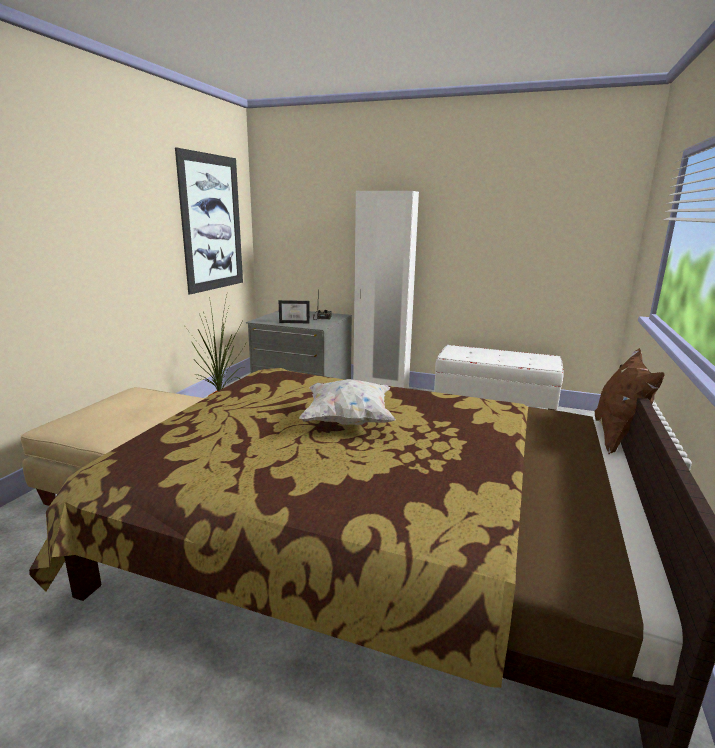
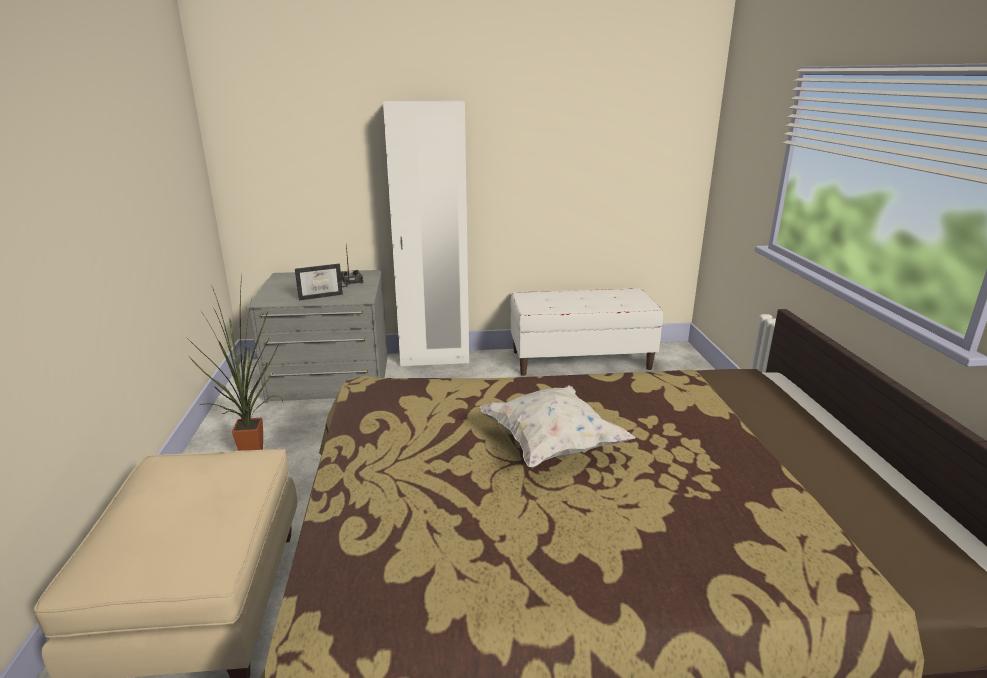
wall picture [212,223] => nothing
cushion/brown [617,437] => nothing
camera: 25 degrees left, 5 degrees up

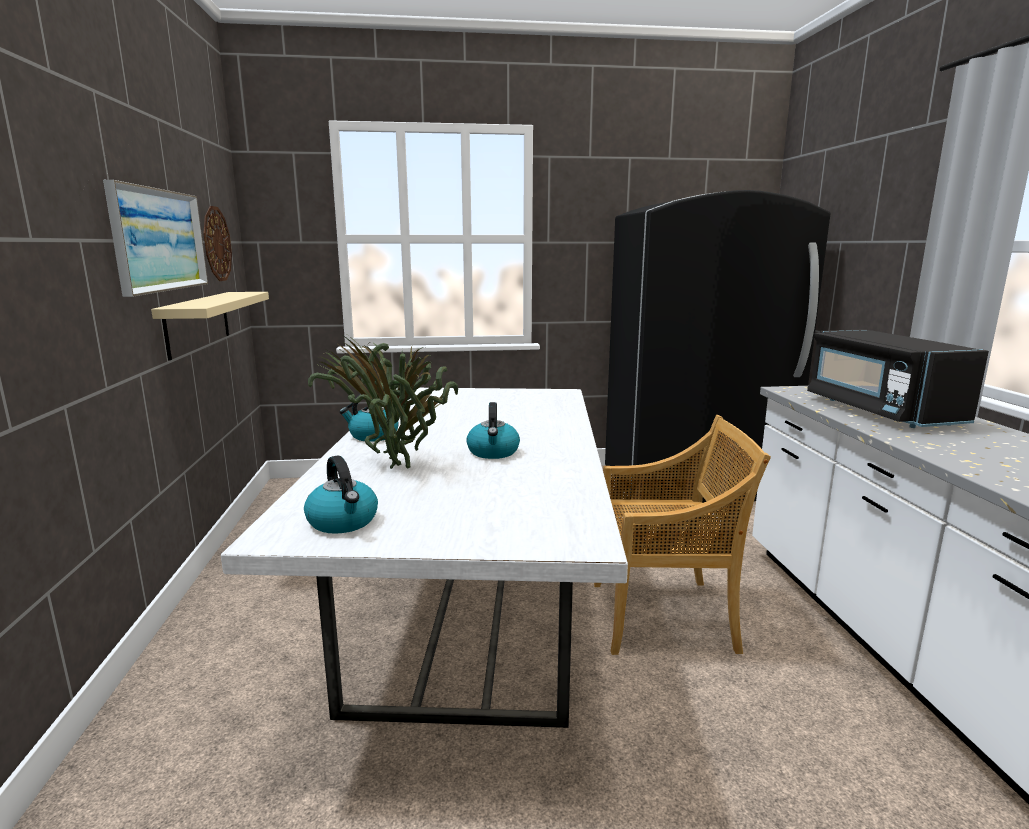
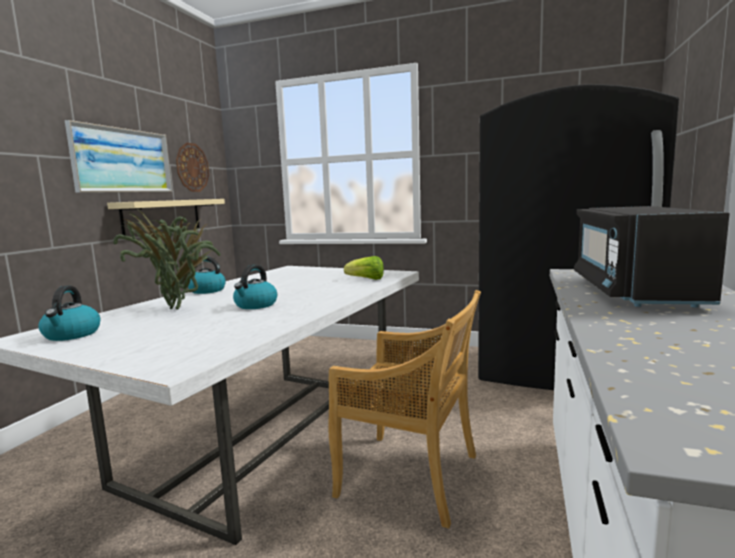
nothing => lettuce [366,279]
camera: 25 degrees right, 5 degrees down

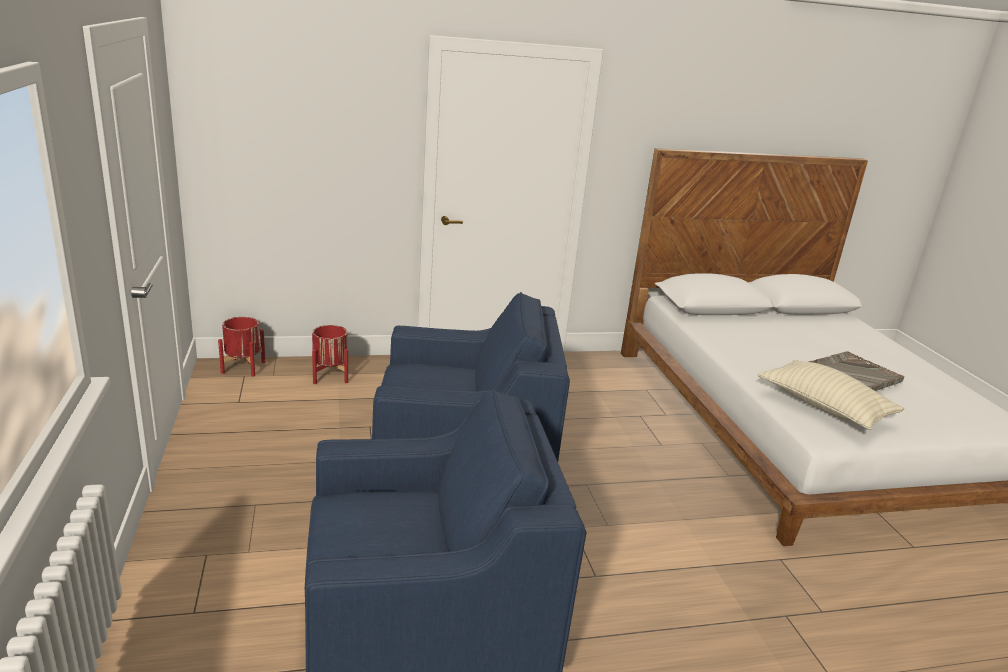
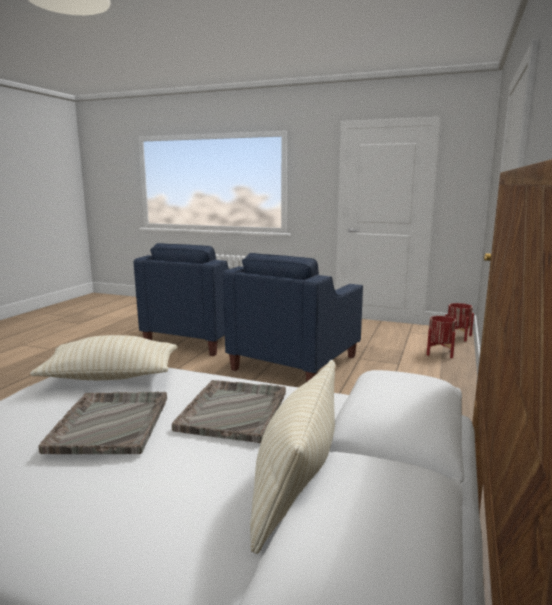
nothing => tray/grey [234,410]
nothing => cushion/sand-coloured [296,487]
camera: 125 degrees right, 10 degrees down

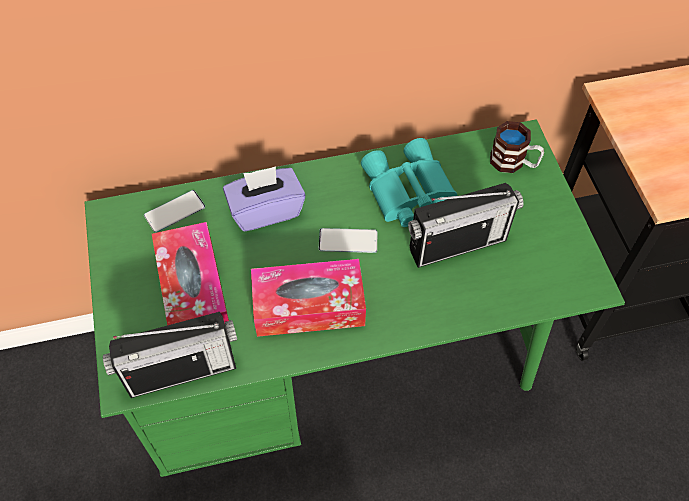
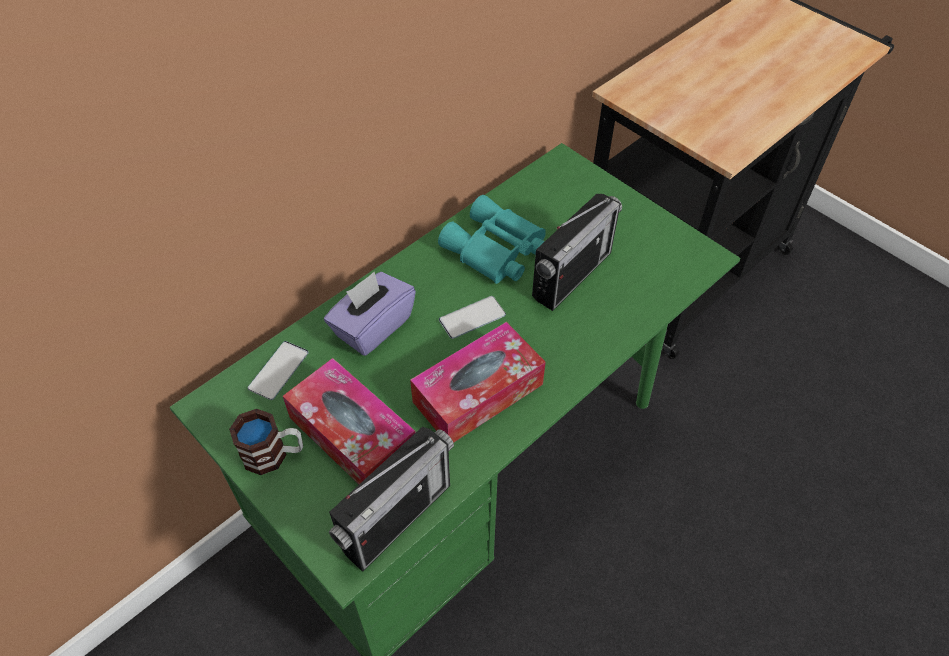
mug [513,162] => mug [274,454], relocated
camera: 30 degrees left, 5 degrees down

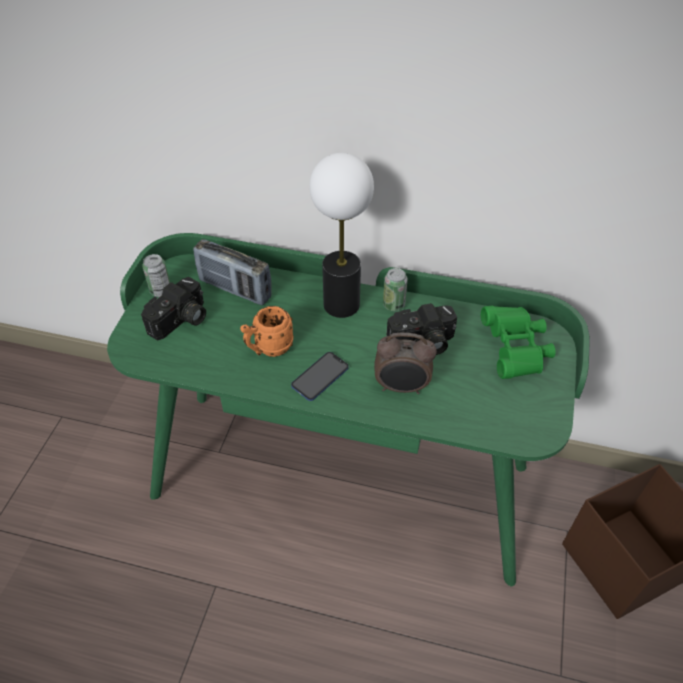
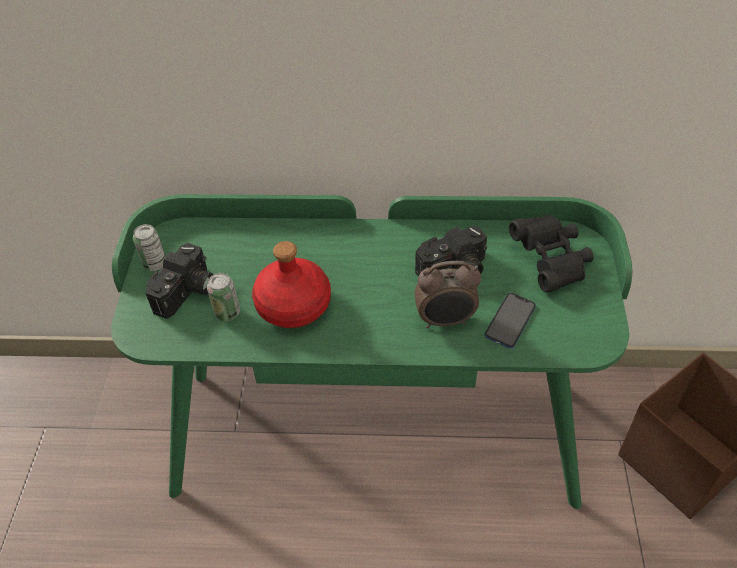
radio [235,289] => nothing
mug/orange-coloured [268,348] => drink bottle/reddish [292,305]
phone [320,377] => phone [510,321], relocated
table lamp [342,304] => nothing
metal can [393,305] => metal can [227,313], relocated
field glasses/greenish [515,351] => field glasses/black-coloured [551,262]
camera: 10 degrees left, 0 degrees up

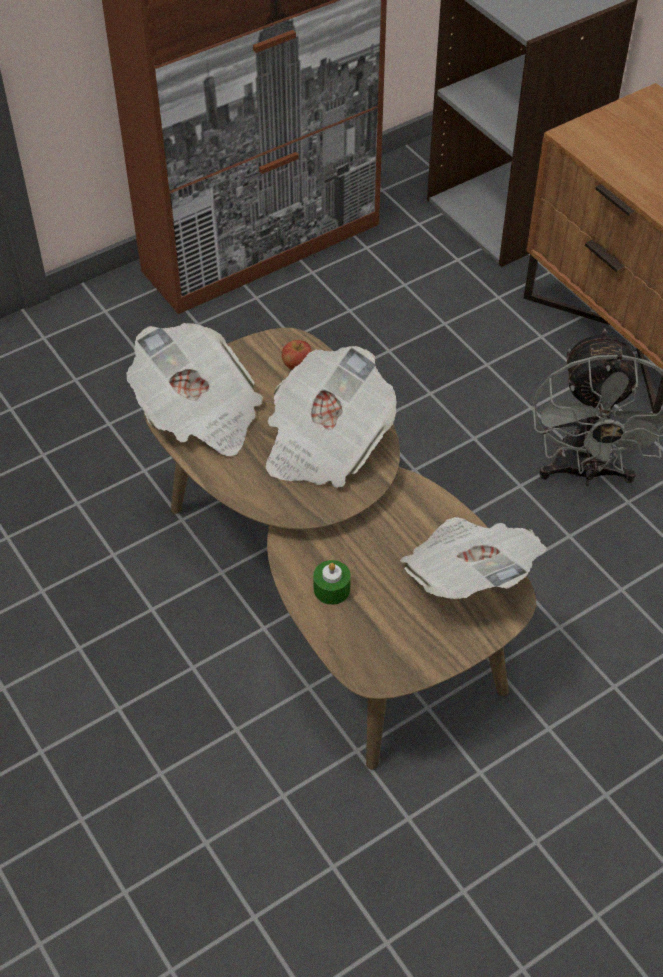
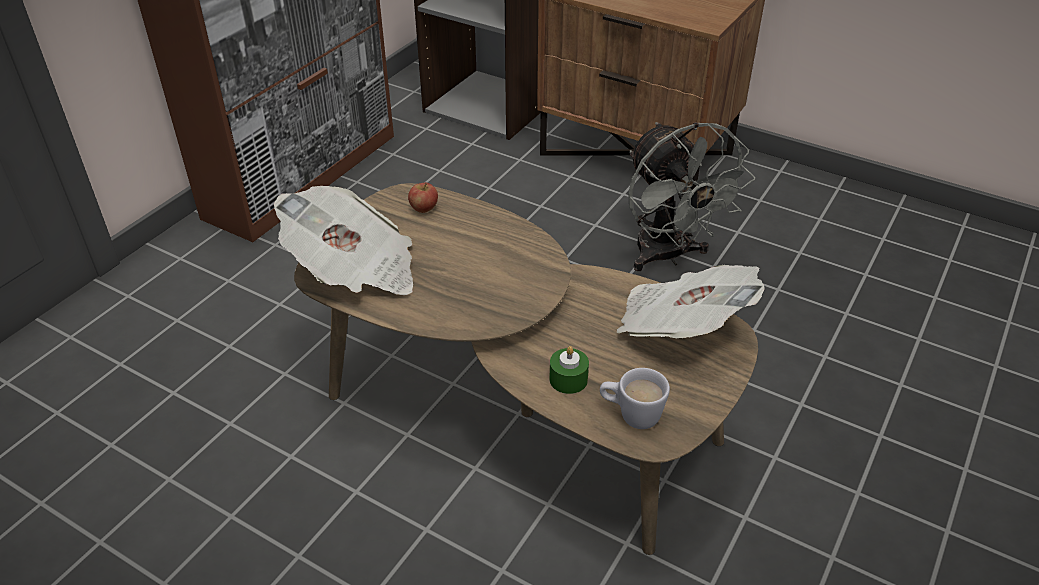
newspaper [324,443] => nothing
nothing => mug/whitish [631,415]
camera: 25 degrees left, 10 degrees down

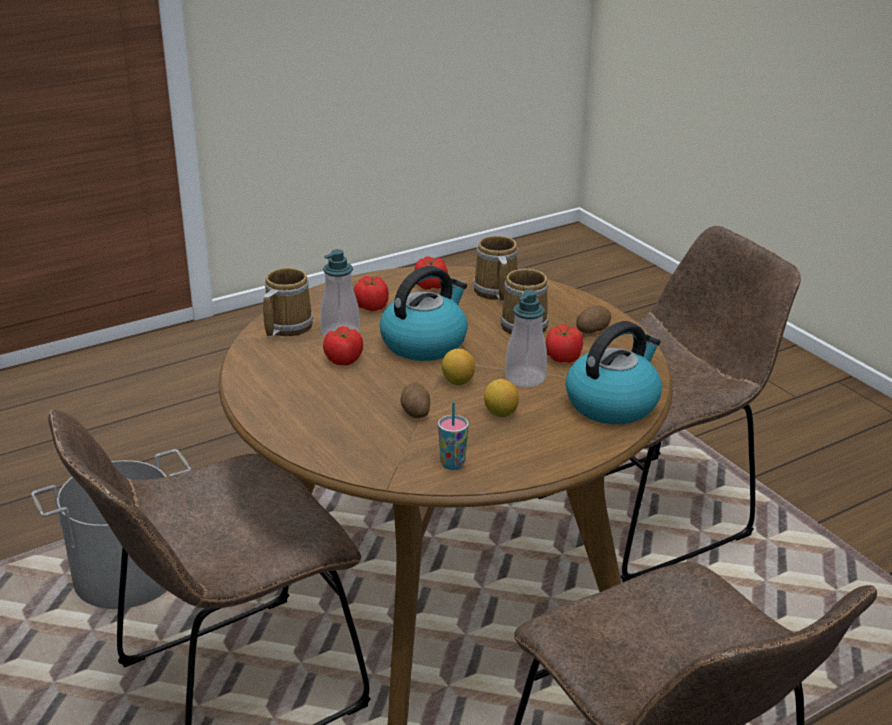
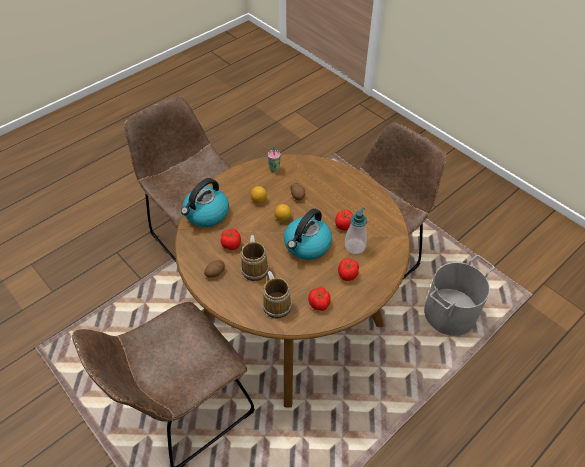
mug [285,326] => nothing
soap bottle [525,378] => nothing
camera: 170 degrees right, 20 degrees up

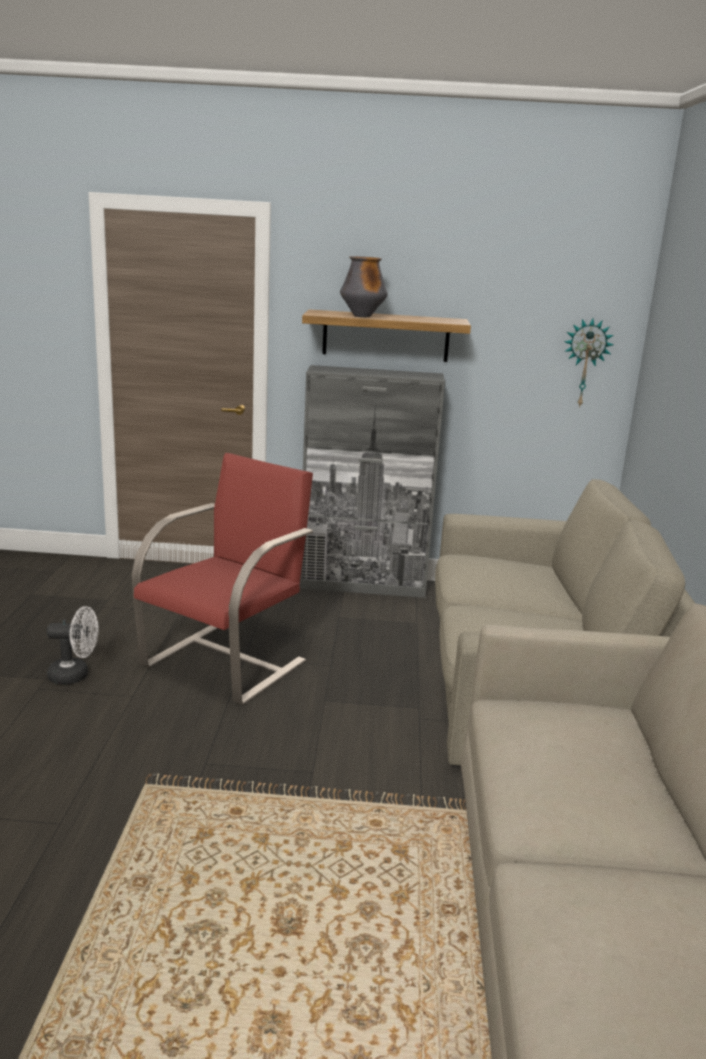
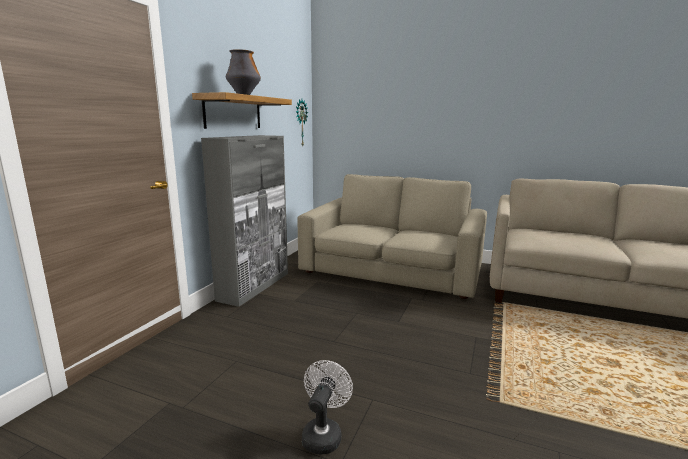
easy chair/reddish [226,663] => nothing
camera: 70 degrees left, 5 degrees down

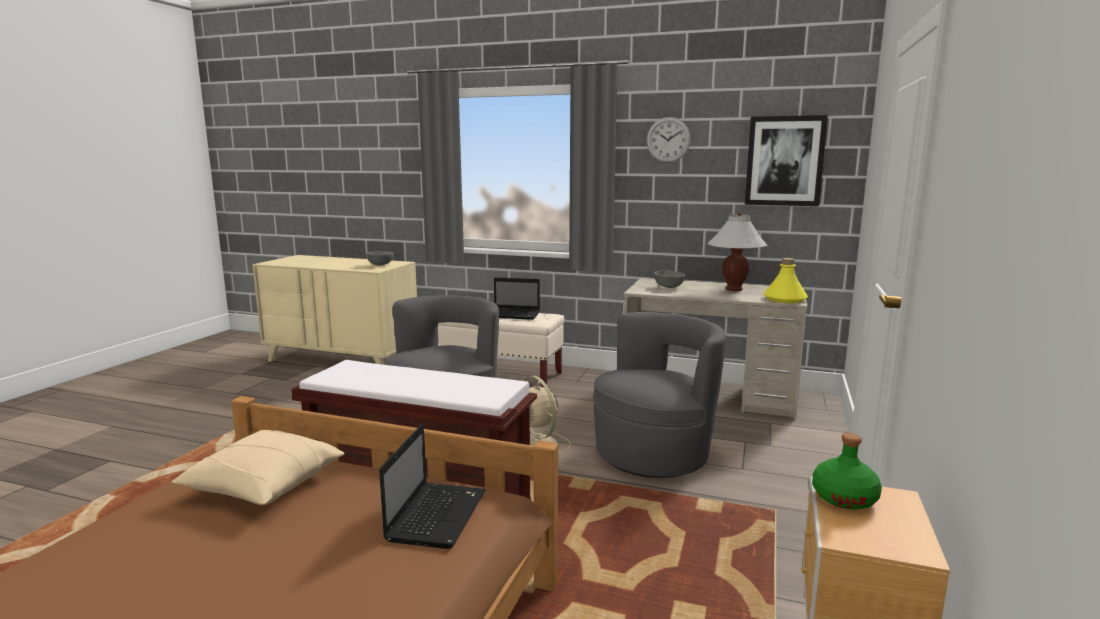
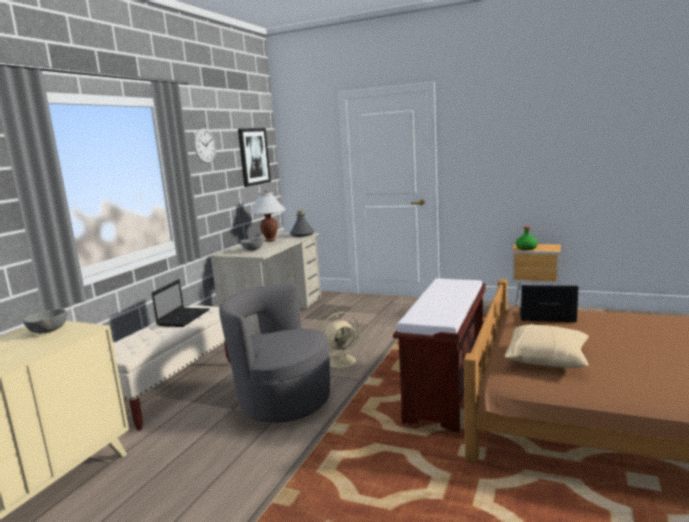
easy chair/grey [654,453] => nothing
drink bottle/yellowish [785,299] => drink bottle/grey [302,234]
camera: 85 degrees left, 0 degrees up

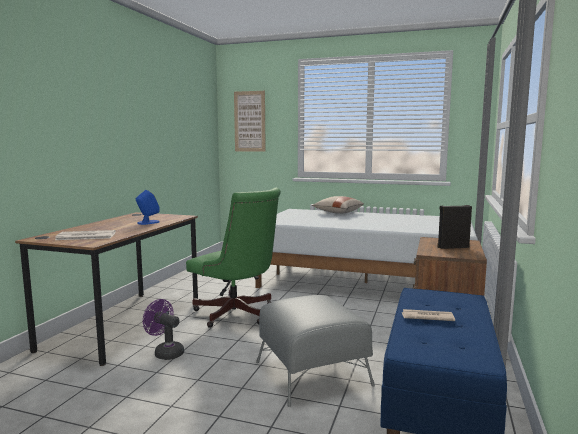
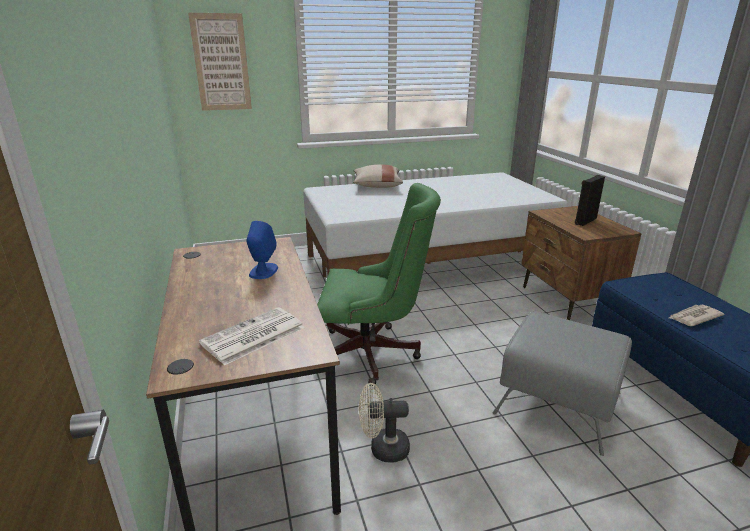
electric fan/purple-coloured [165,352] => electric fan/sand-coloured [383,449]
camera: 35 degrees left, 15 degrees up

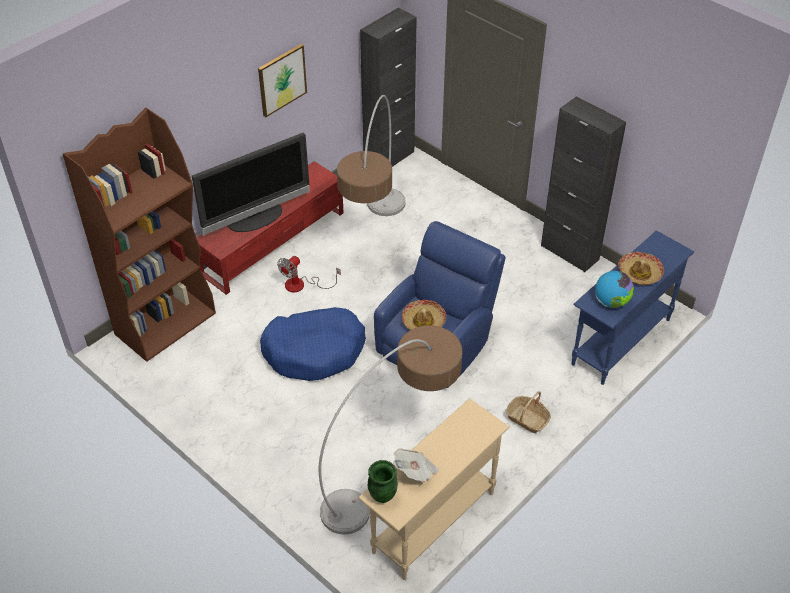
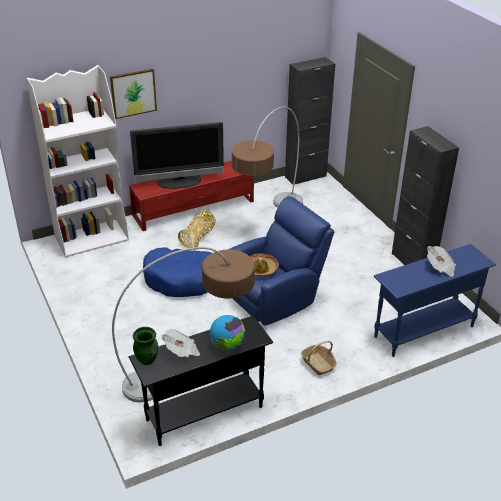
bookshelf/brown [166,323] => bookshelf/whitish [92,238]
wall picture [282,80] => wall picture [133,93], relocated
electric fan [302,285] => storage basket [198,237]
narrow table/sand-coloured [433,522] => narrow table/black-coloured [204,413]
desk globe [611,302] => desk globe [227,345], relocated
wearable hat [639,273] => newspaper [440,268]
camera: 20 degrees right, 10 degrees down

